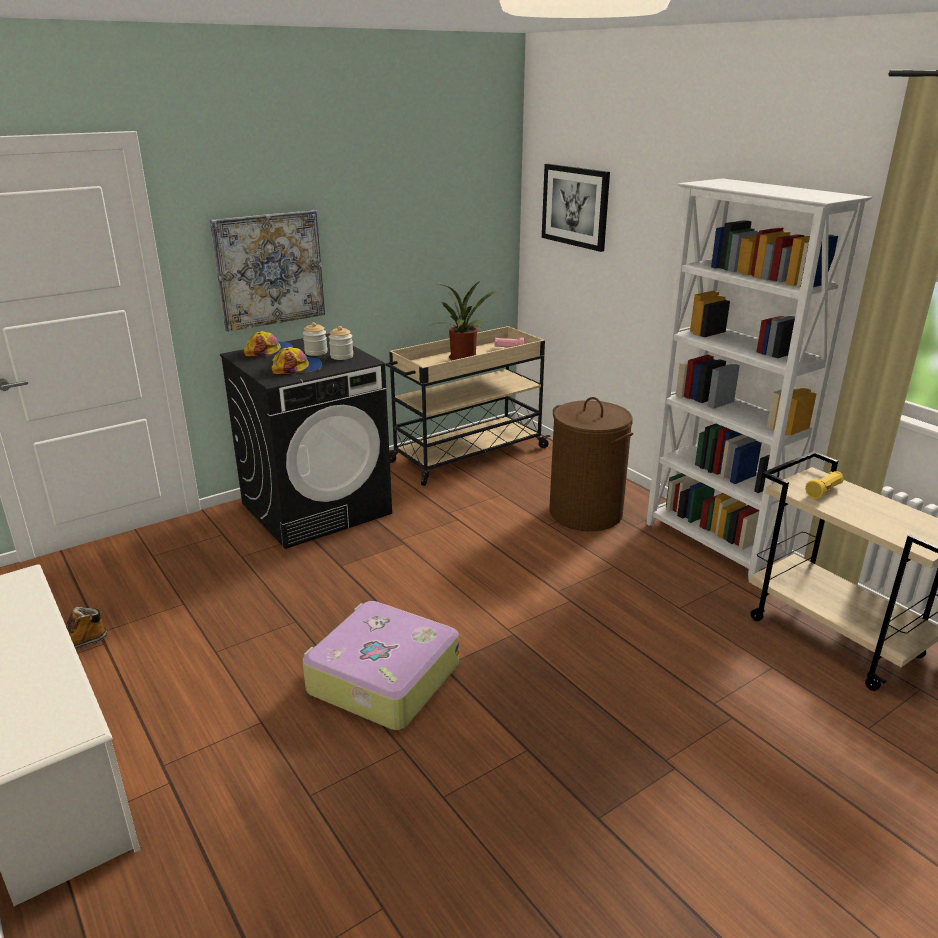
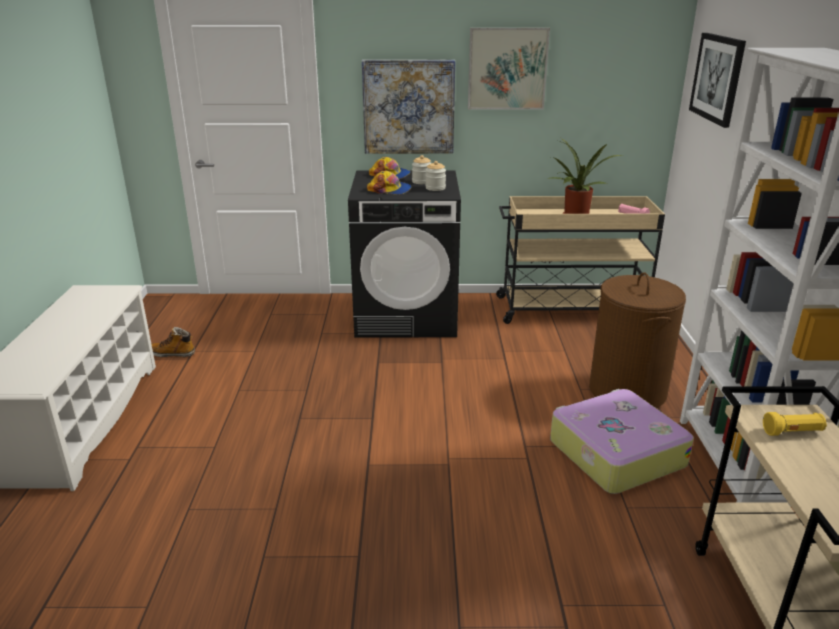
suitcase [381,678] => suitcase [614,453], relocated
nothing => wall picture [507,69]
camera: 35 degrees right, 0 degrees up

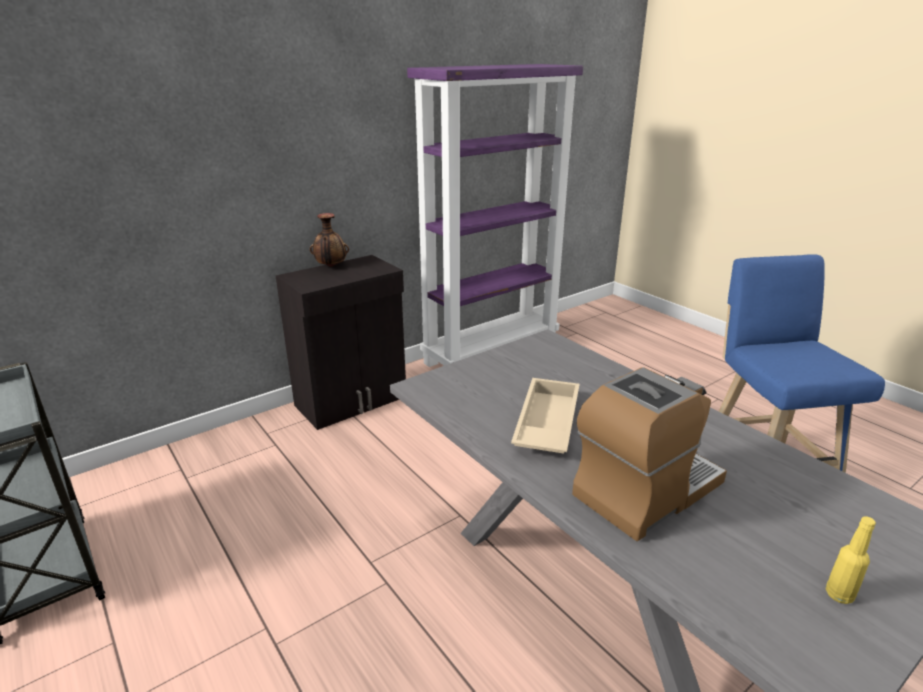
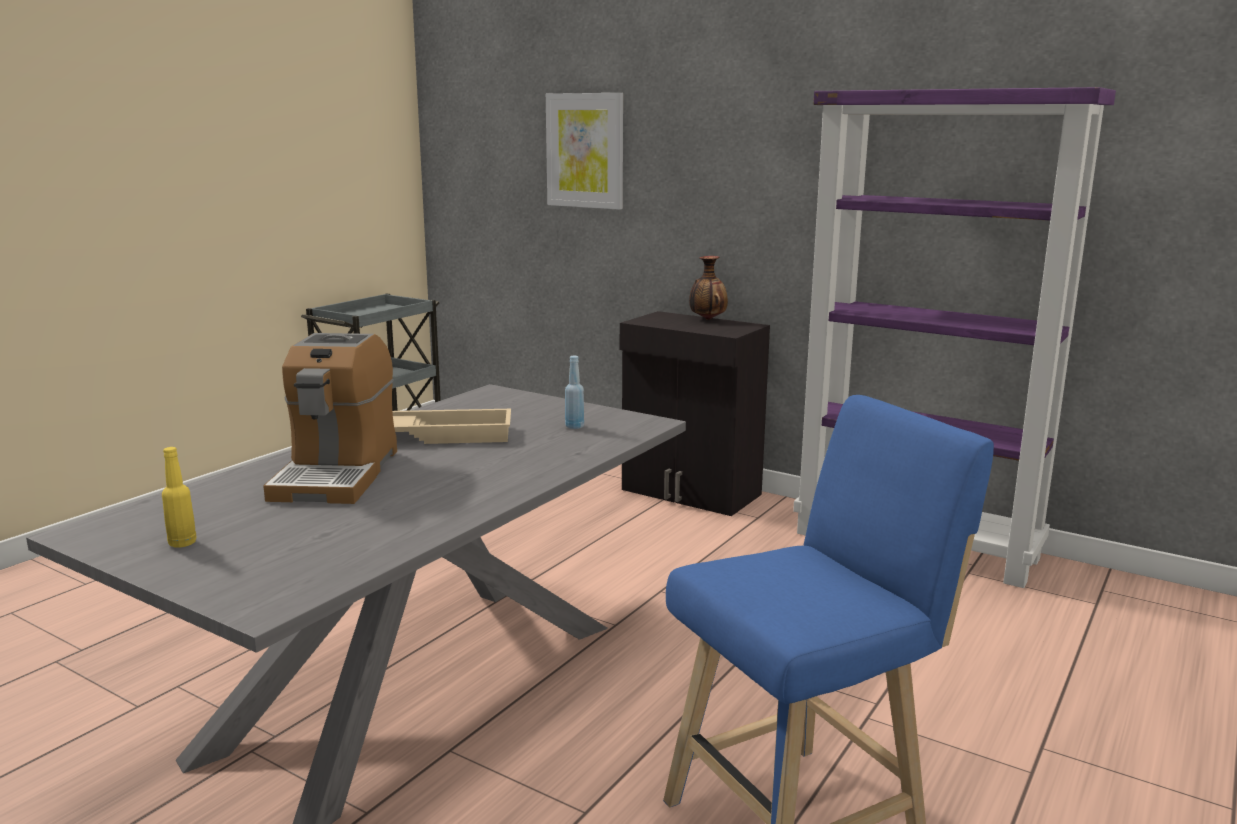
coffee maker [646,490] => coffee maker [337,474], 60 degrees clockwise
nothing => wall picture [585,151]
nothing => drink bottle/blue-coloured [574,426]
camera: 70 degrees right, 10 degrees down

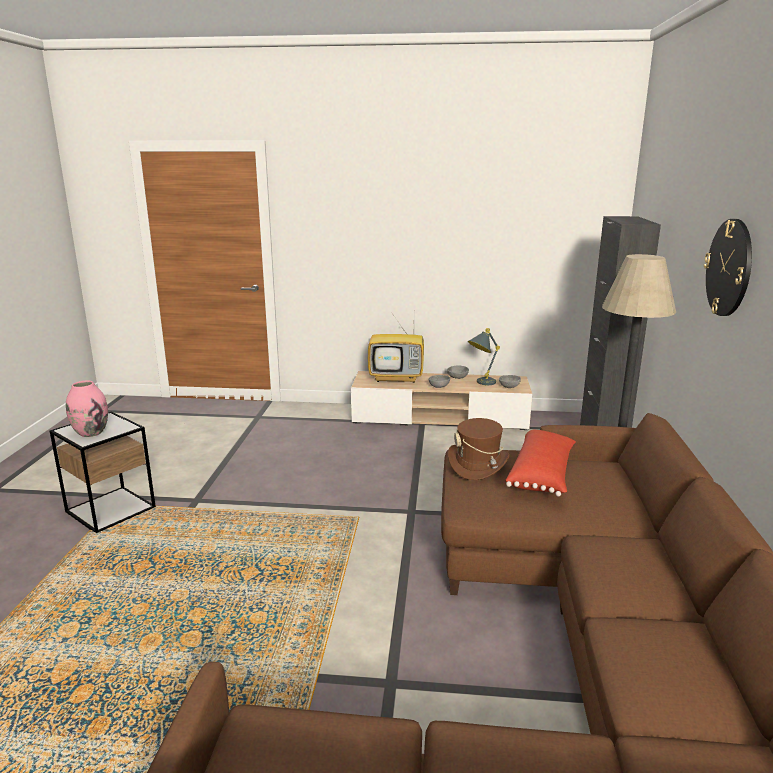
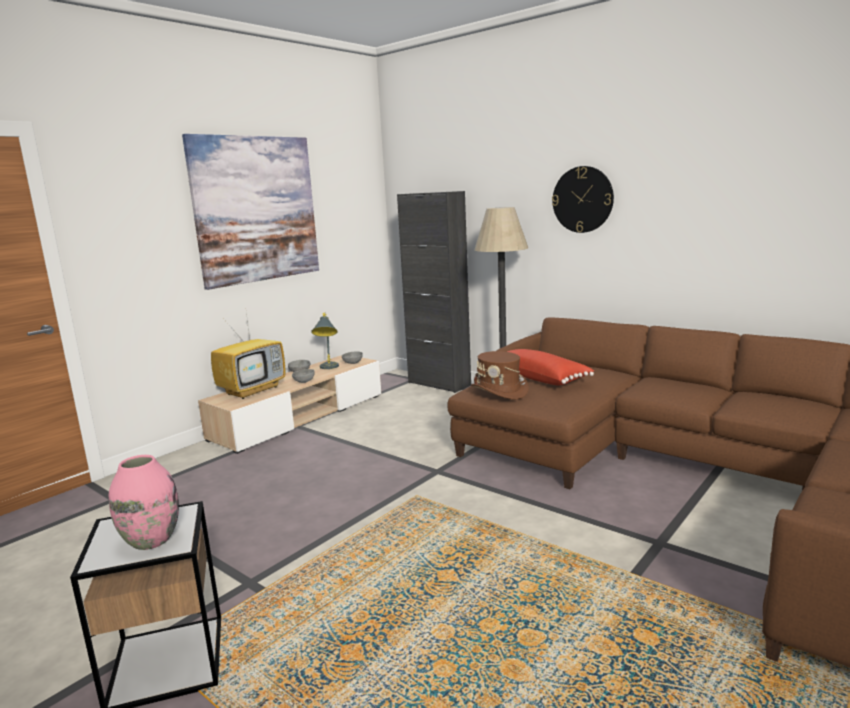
nothing => wall picture [256,209]
camera: 55 degrees left, 5 degrees down

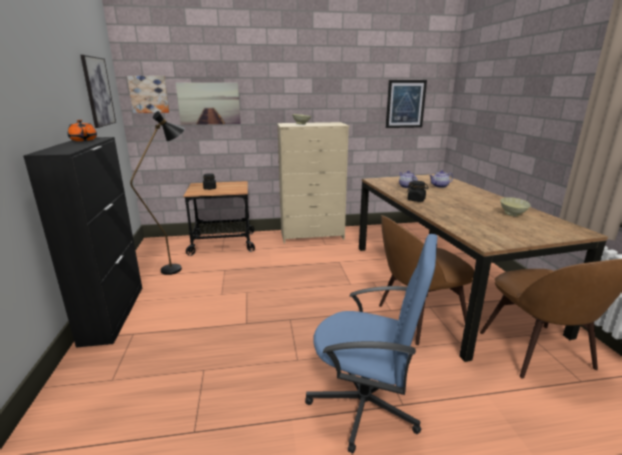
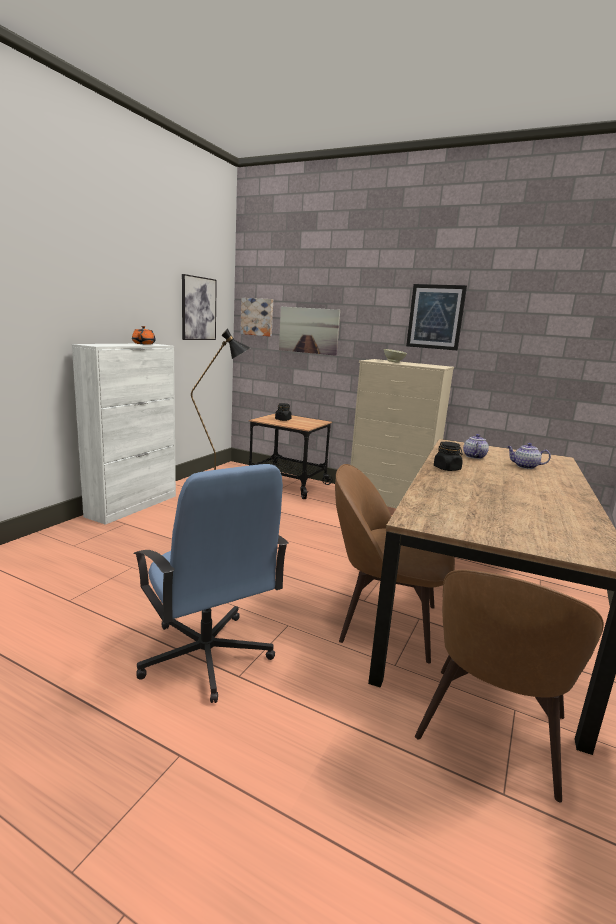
cabinet/black-coloured [113,313] => cabinet/whitish [133,506]
wall picture [405,104] => wall picture [435,317], relocated
serving bowl/sand-coloured [512,214] => nothing
camera: 35 degrees right, 5 degrees down

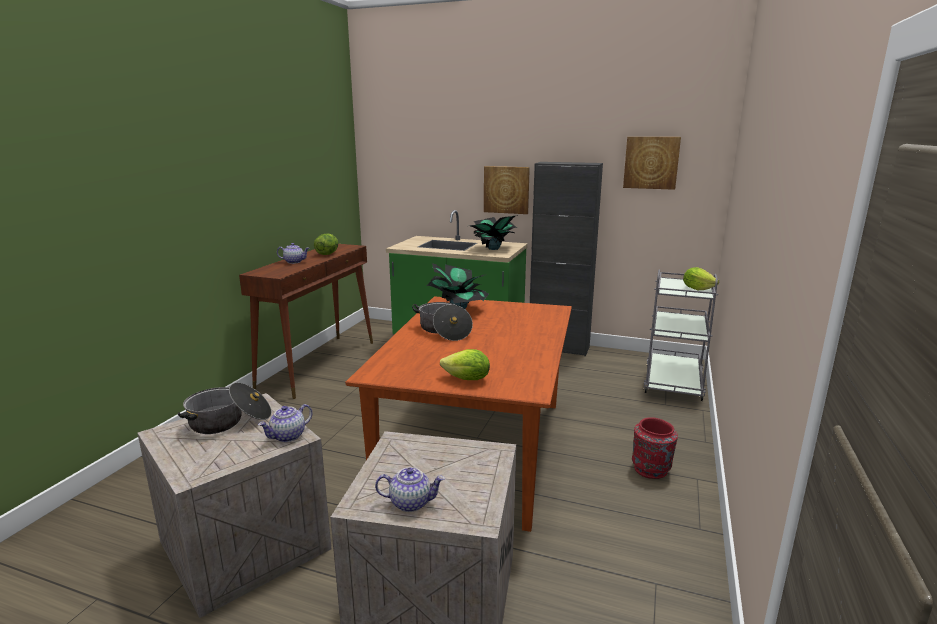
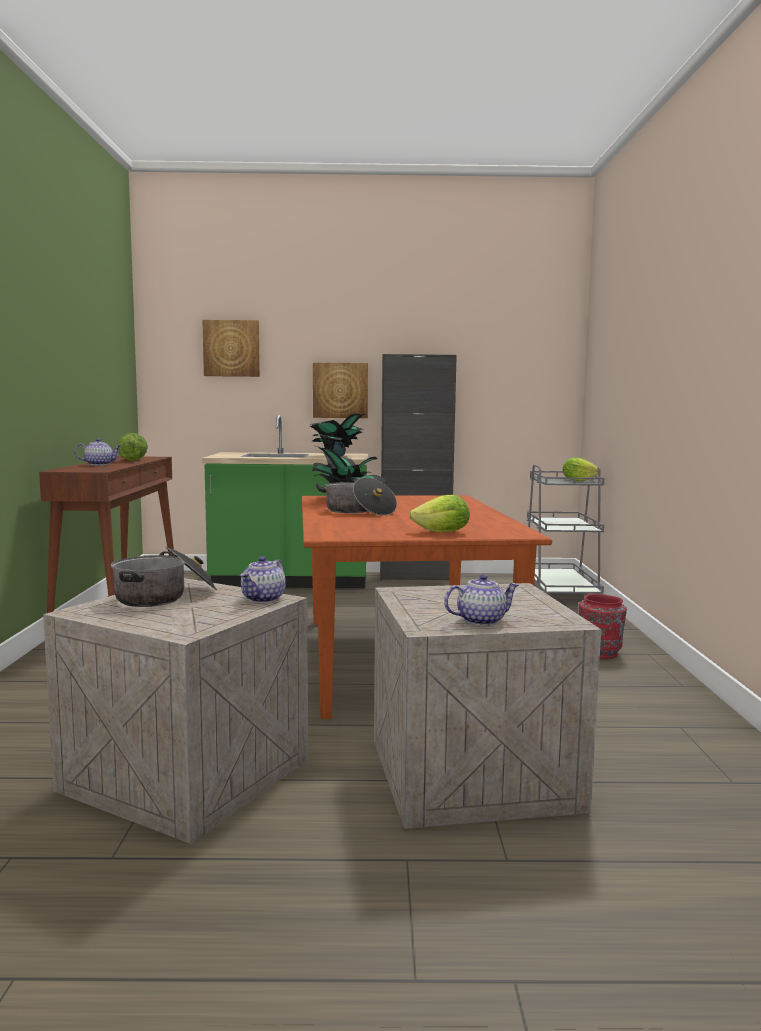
wall picture [651,162] => wall picture [231,348], relocated
camera: 20 degrees left, 10 degrees down

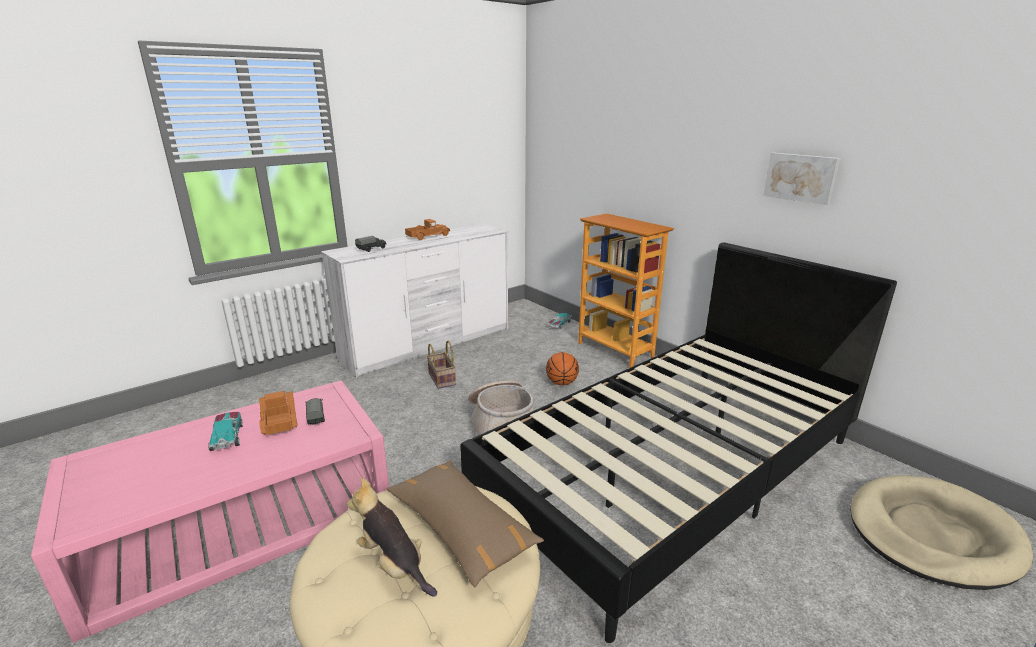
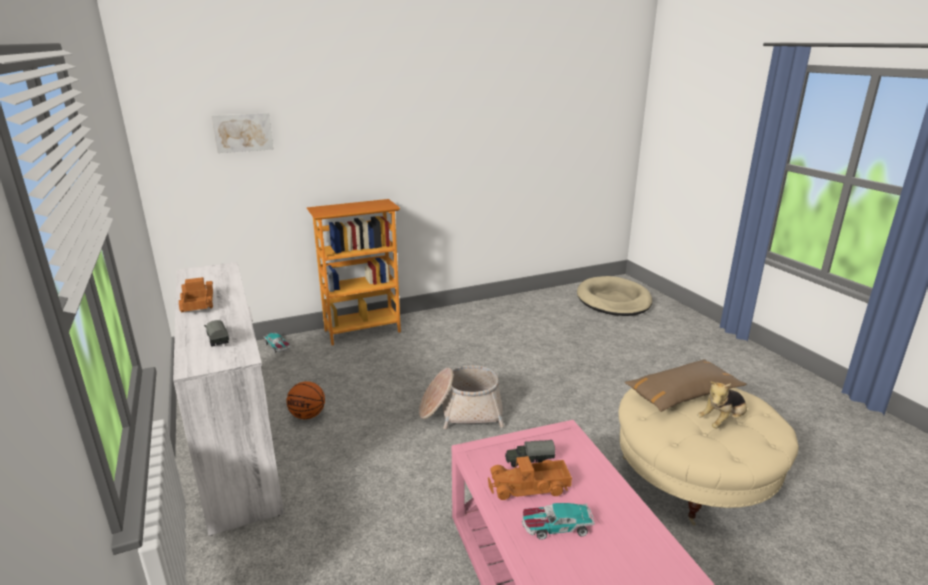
storage basket [443,379] => nothing
sleeping bed/black-coloured [672,470] => nothing
basketball [561,383] => basketball [307,415], relocated
wall picture [801,177] => wall picture [243,132], relocated
camera: 75 degrees left, 0 degrees up

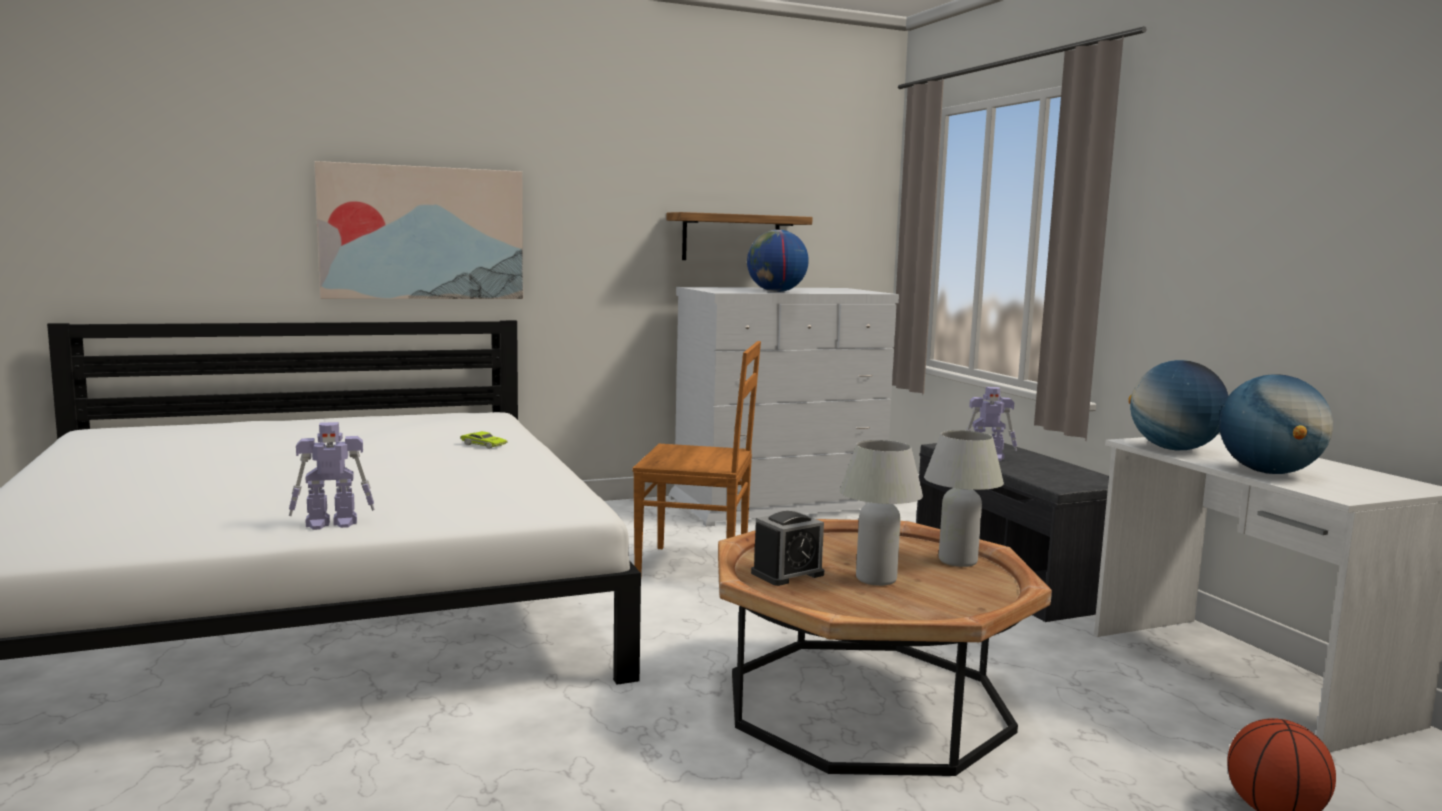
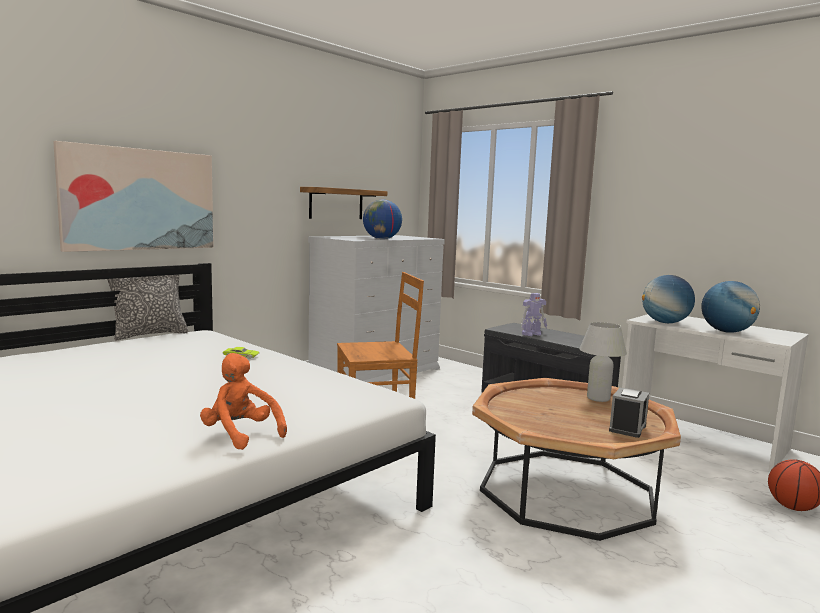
robot figure [333,524] => soft toy/orange-coloured [241,435]
alarm clock [787,574] => alarm clock [627,428], relocated
table lamp/whitish [876,579] => nothing
nothing => cushion [150,334]
camera: 25 degrees left, 0 degrees up

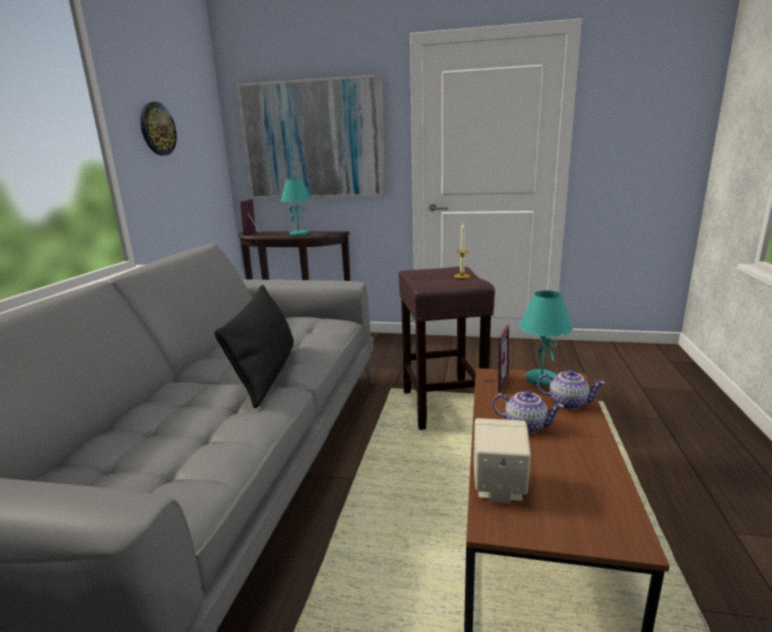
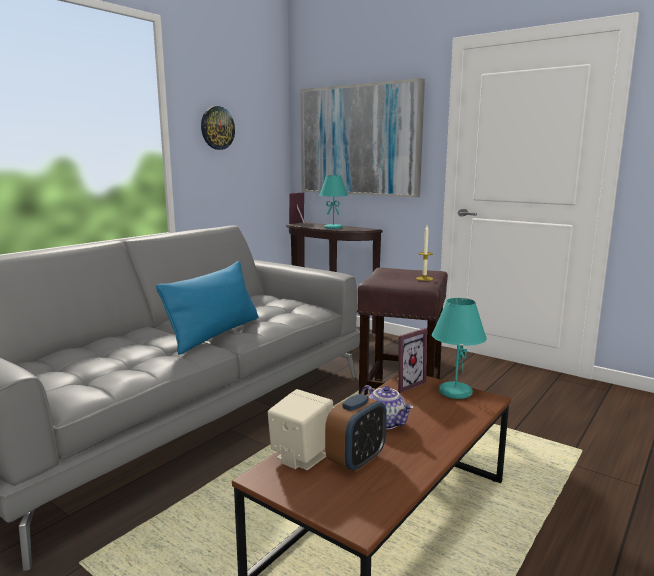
cushion/black-coloured [266,372] => cushion/blue-coloured [215,333]
pot for tea [568,403] => nothing
nothing => alarm clock [356,460]
camera: 25 degrees right, 5 degrees down

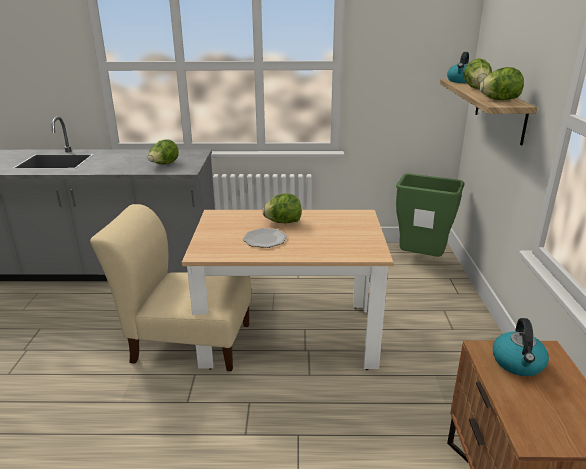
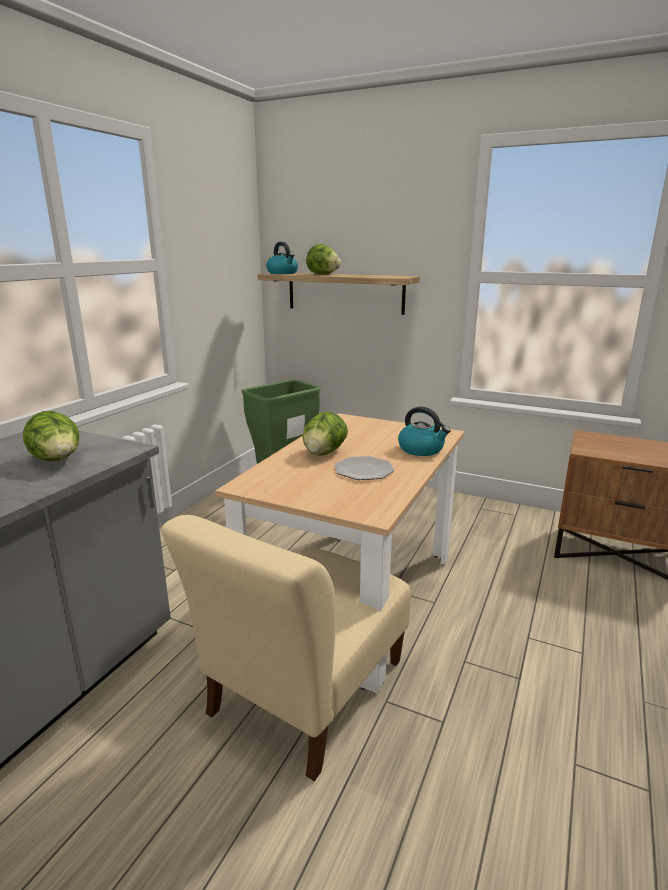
lettuce [499,100] => nothing
kettle [518,363] => kettle [422,449], relocated
camera: 65 degrees left, 5 degrees down

